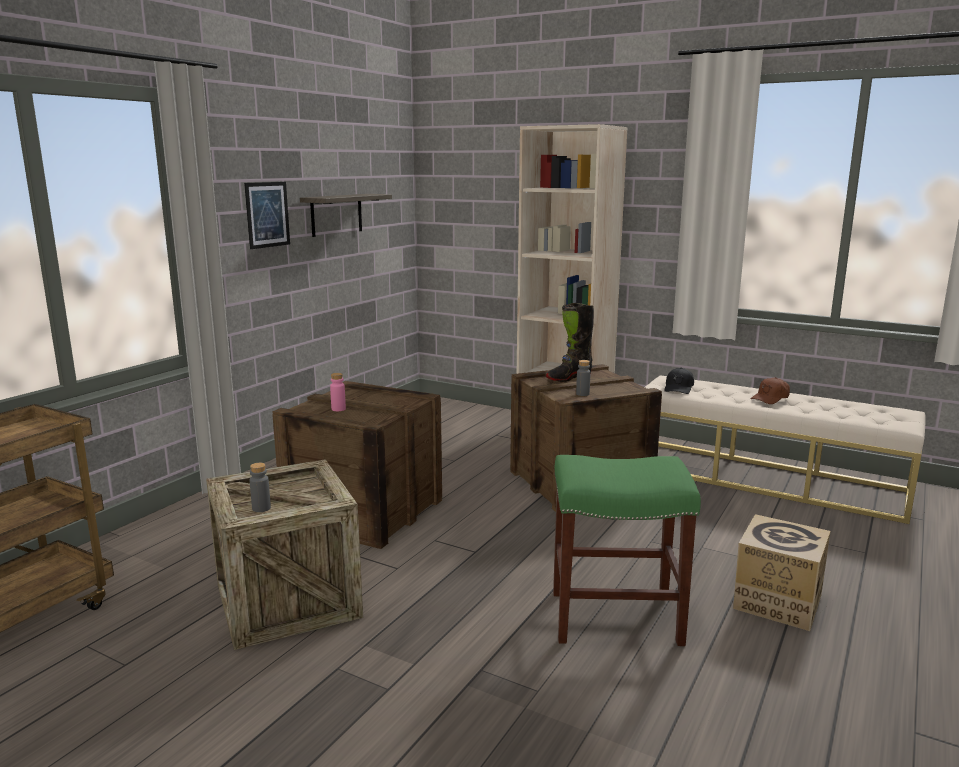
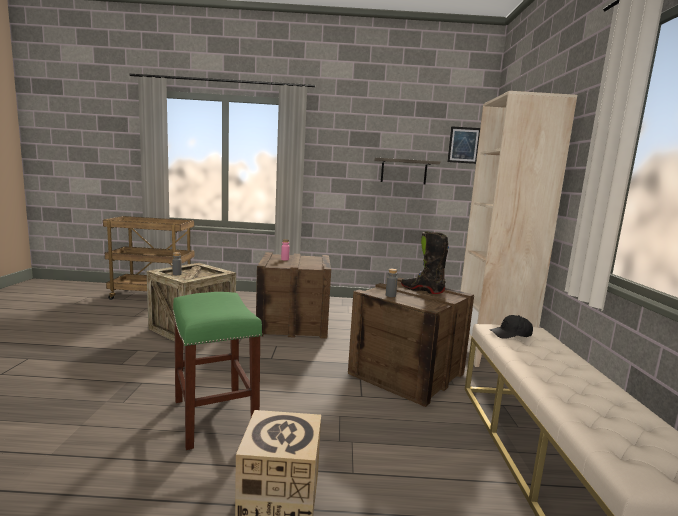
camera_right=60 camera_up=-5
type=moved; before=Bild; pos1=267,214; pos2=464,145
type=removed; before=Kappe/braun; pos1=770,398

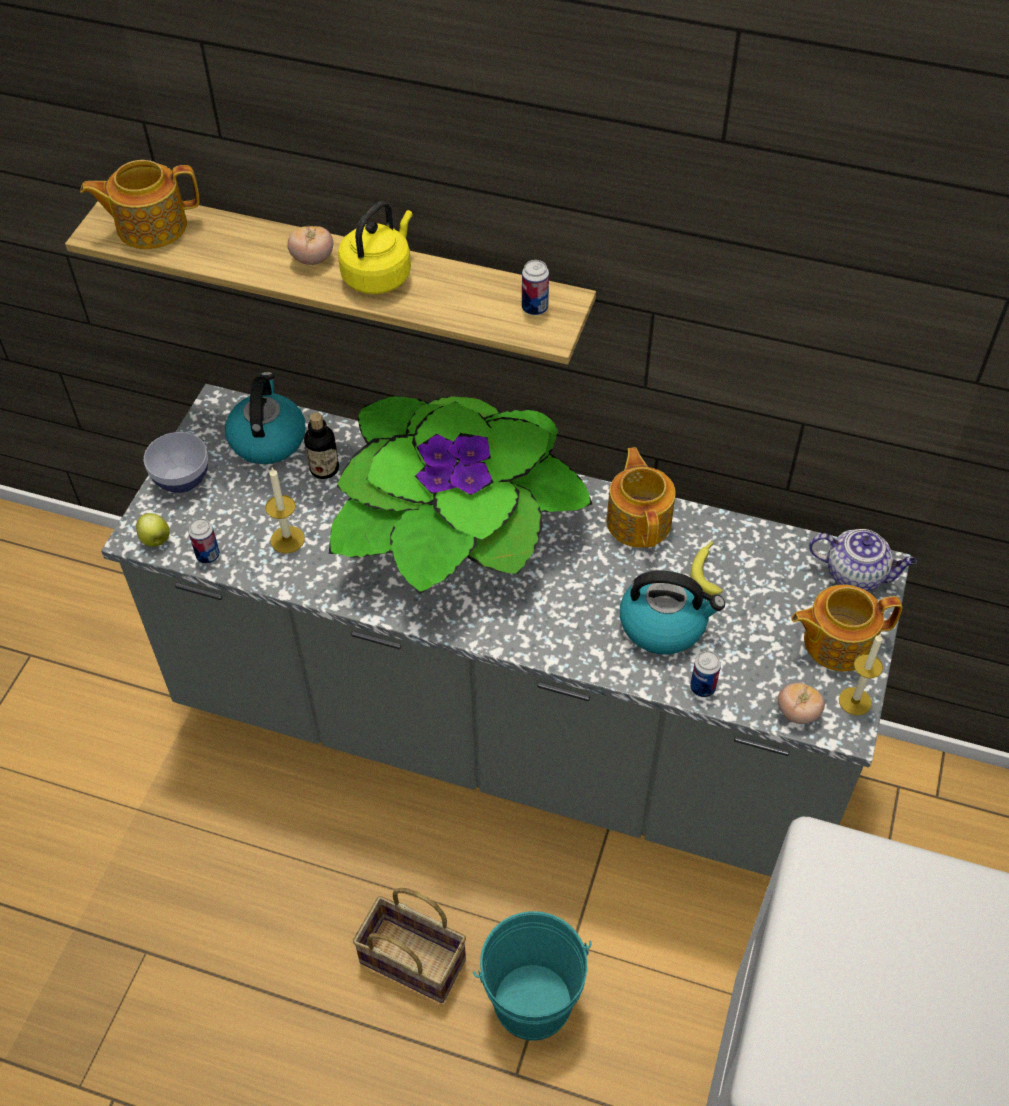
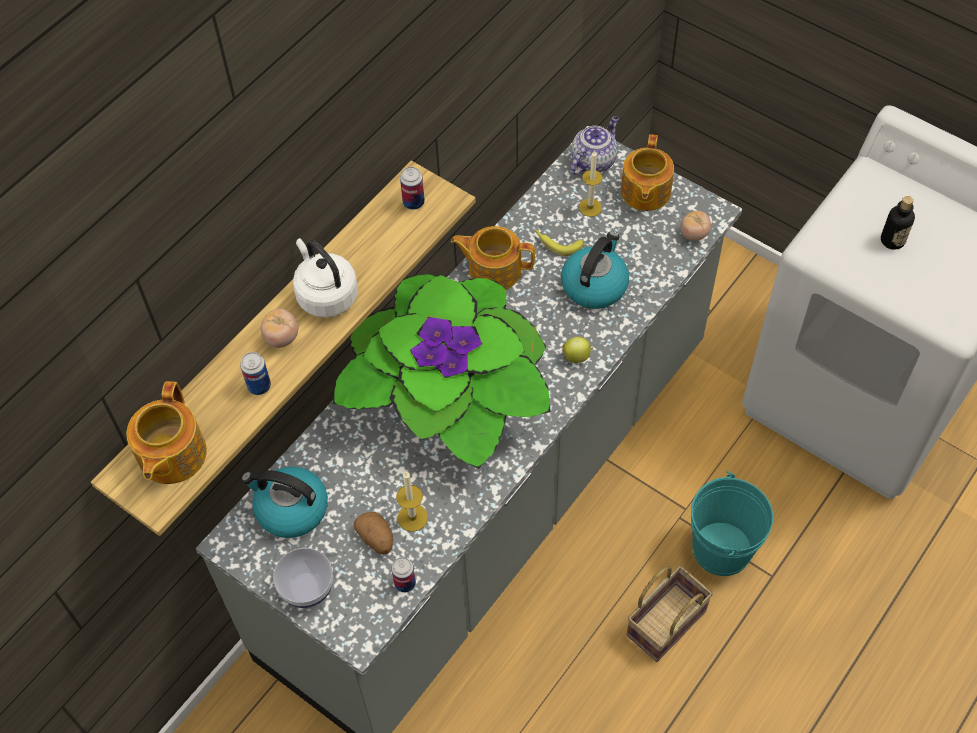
camera_right=-70 camera_up=5
type=moved; before=Apfel; pos1=156,540; pos2=577,356
type=moved; before=Flasche; pos1=324,469; pos2=892,240
type=recoloured; before=Wasserkessel/gelb; after=Wasserkessel/weiß; pos1=379,275; pos2=325,294
type=moved; before=Dose; pos1=702,687; pos2=259,386
type=moved; before=Kerze; pos1=855,701; pos2=590,207
type=added; after=Kartoffel; pos2=376,539

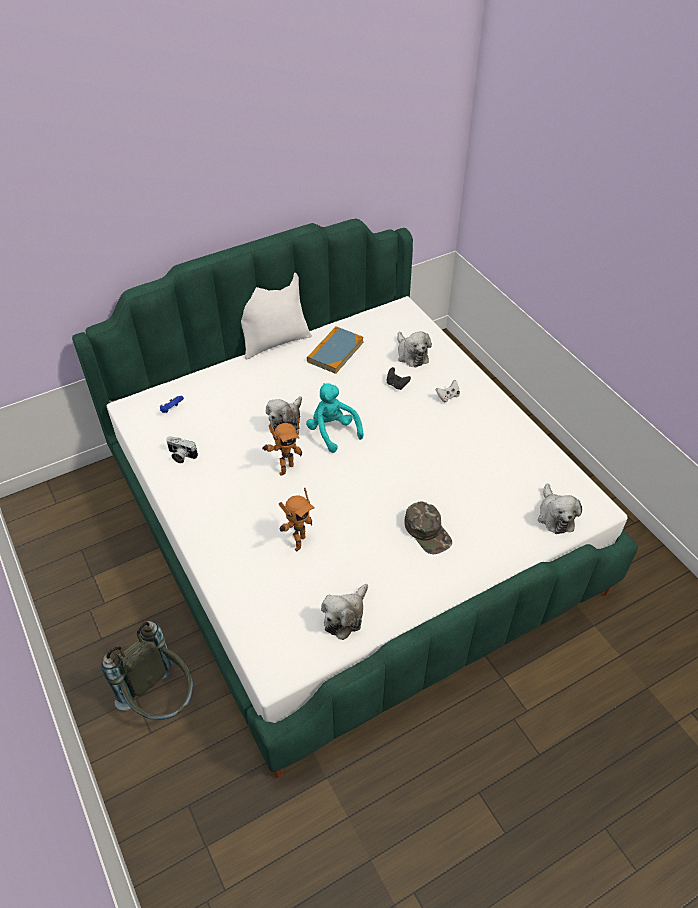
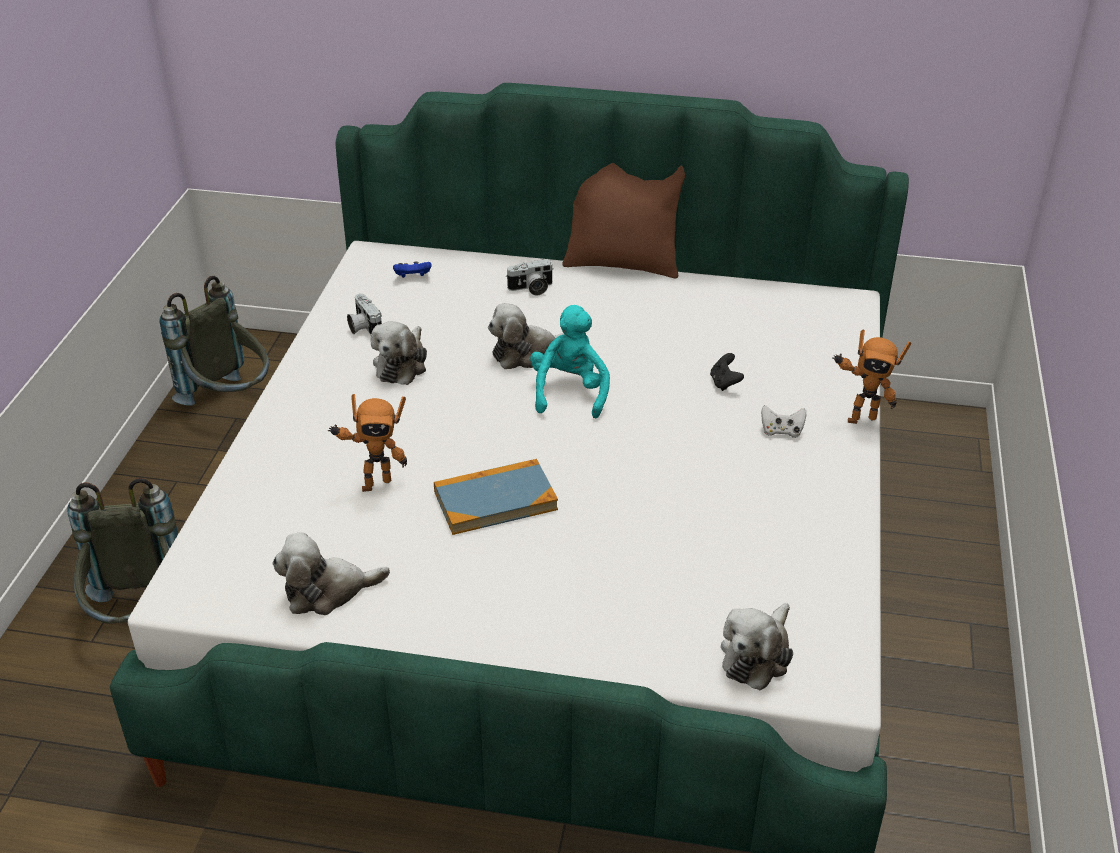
camera_right=40 camera_up=-10
type=recoloured; before=Kissen/weiß; after=Kissen/braun; pos1=274,342; pos2=622,264
type=moved; before=Spielzeugroboter; pos1=284,468; pos2=860,417
type=moved; before=Buch; pos1=335,352; pos2=495,500
type=moved; before=Plüschtier; pos1=411,354; pos2=402,364
type=removed; before=Kappe/grün; pos1=428,531
type=added; after=Rucksack/grau; pos2=230,401
type=added; after=Kamera; pos2=531,289

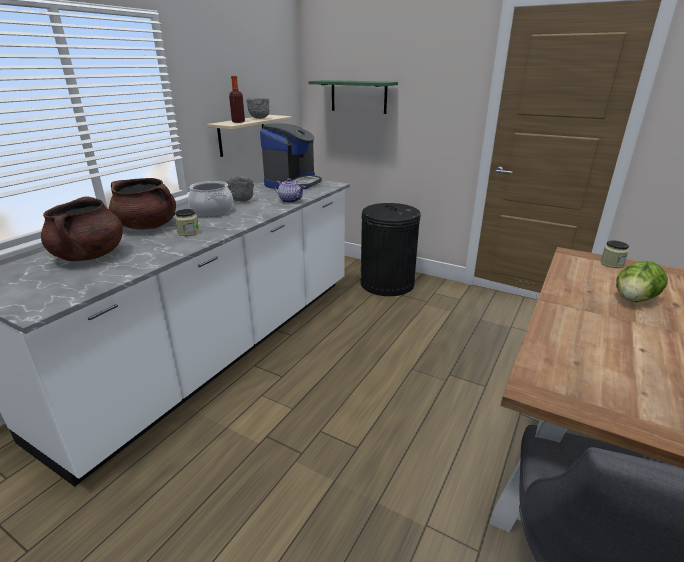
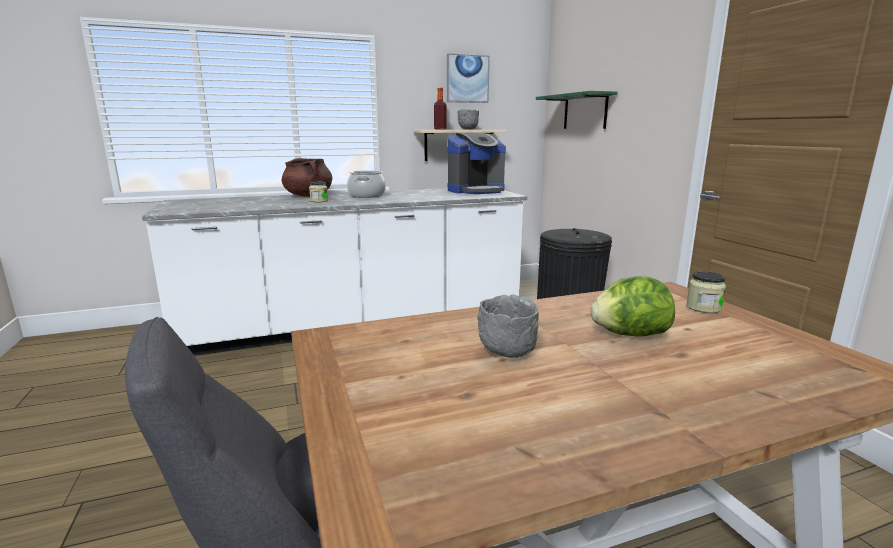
camera_right=40 camera_up=-10
type=removed; before=Kochtopf/braun; pos1=89,256
type=moved; before=Schüssel/grau; pos1=241,201; pos2=507,353
type=removed; before=Teekanne; pos1=290,200
type=added; after=Bild; pos2=467,79

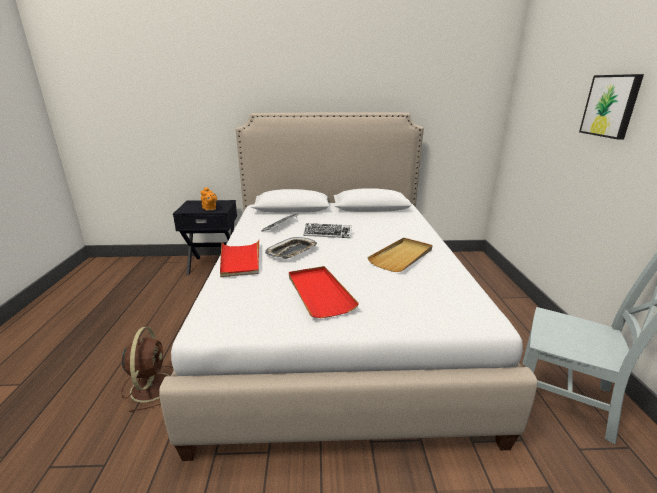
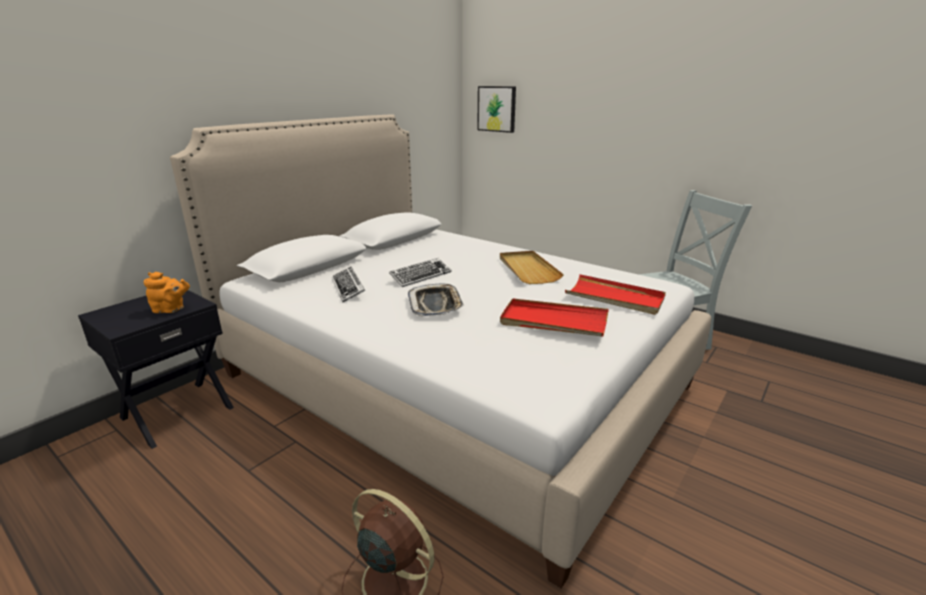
camera_right=-50 camera_up=0
type=moved; before=Tablett/rot; pos1=240,260; pos2=615,298
type=moved; before=Bild; pos1=611,106; pos2=497,109

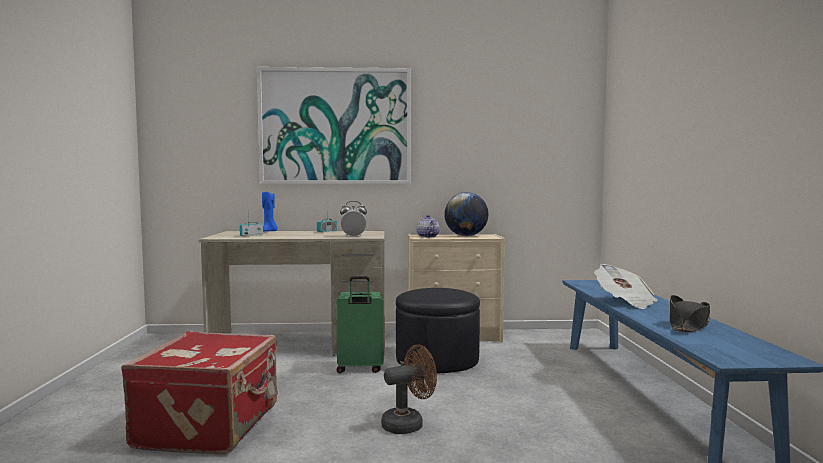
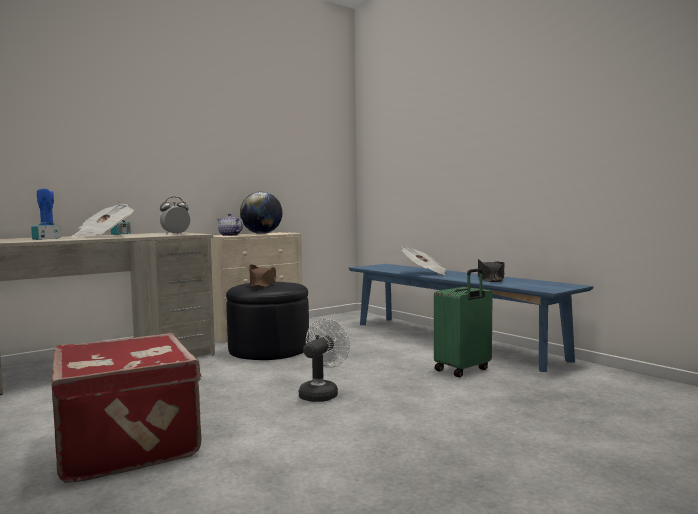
camera_right=-35 camera_up=0
type=removed; before=Bild; pos1=335,127
type=moved; before=Koffer/grün; pos1=360,369; pos2=463,370
type=recoloured; before=Ventilator/braun; after=Ventilator/weiß; pos1=408,424; pos2=321,393
type=added; after=Zeitung; pos2=103,236
type=added; after=Hut/braun; pos2=262,284

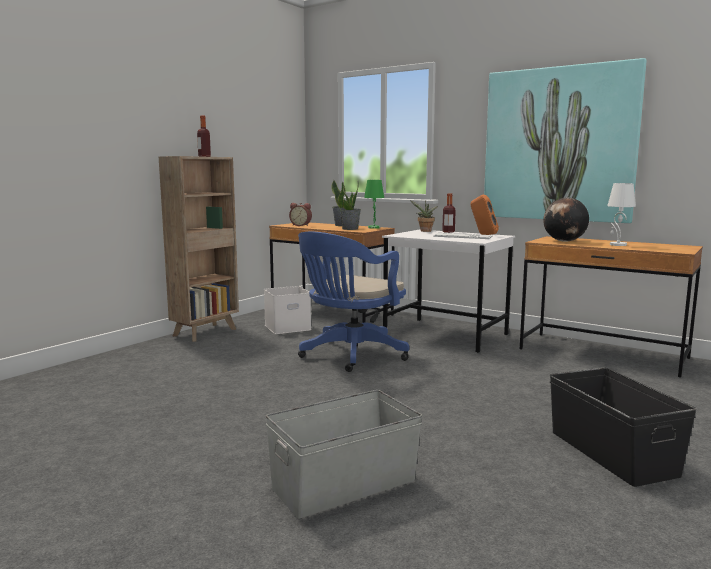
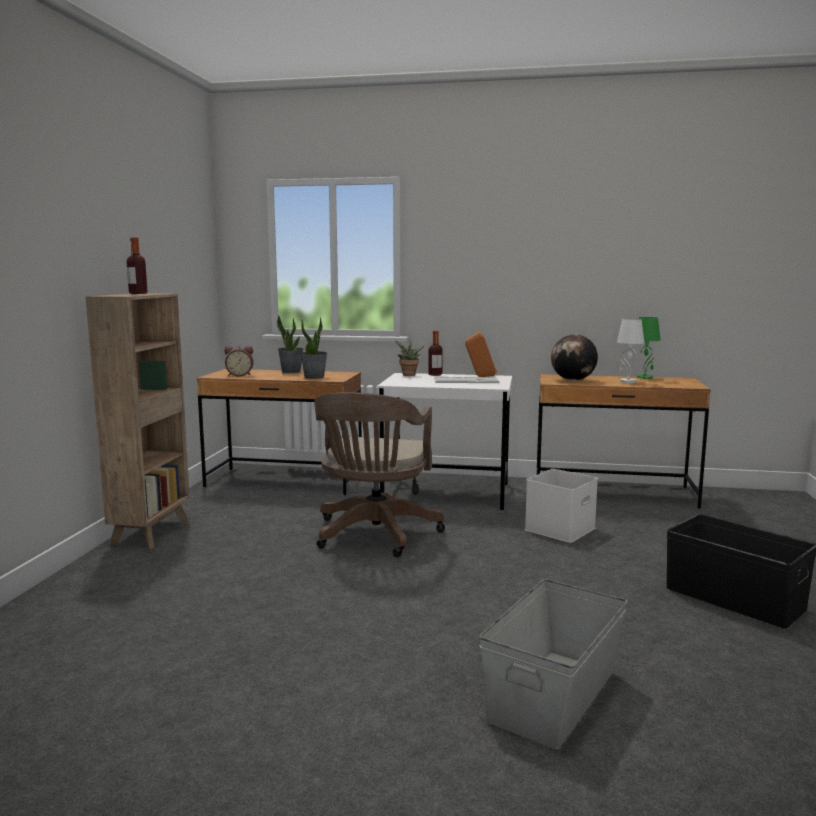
camera_right=-25 camera_up=0
type=moved; before=Aufbewahrungsbox/weiß; pos1=288,327; pos2=559,528
type=recoloured; before=Bürostuhl/blau; after=Bürostuhl/braun; pos1=350,355; pos2=374,535
type=moved; before=Tischlampe/grün; pos1=374,228; pos2=645,377
type=removed; before=Bild; pos1=559,145

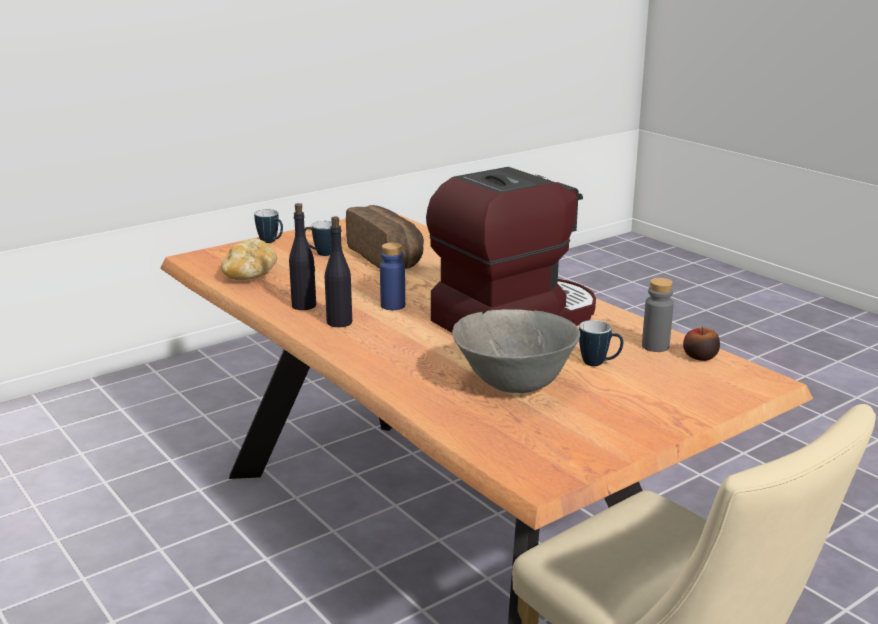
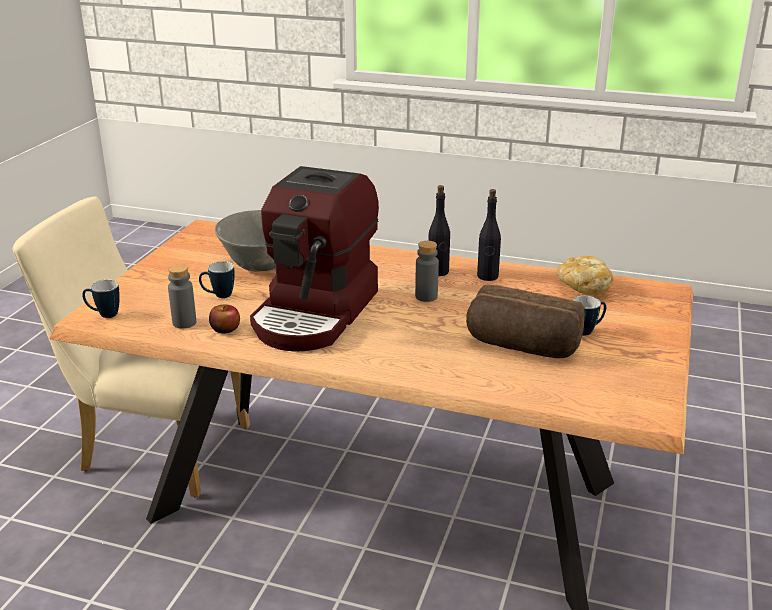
camera_right=145 camera_up=5
type=moved; before=Henkelbecher; pos1=271,242; pos2=104,315
type=recoloured; before=Flasche/blau; after=Flasche/grau; pos1=393,305; pos2=426,296
type=moved; before=Apfel; pos1=700,357; pos2=225,329

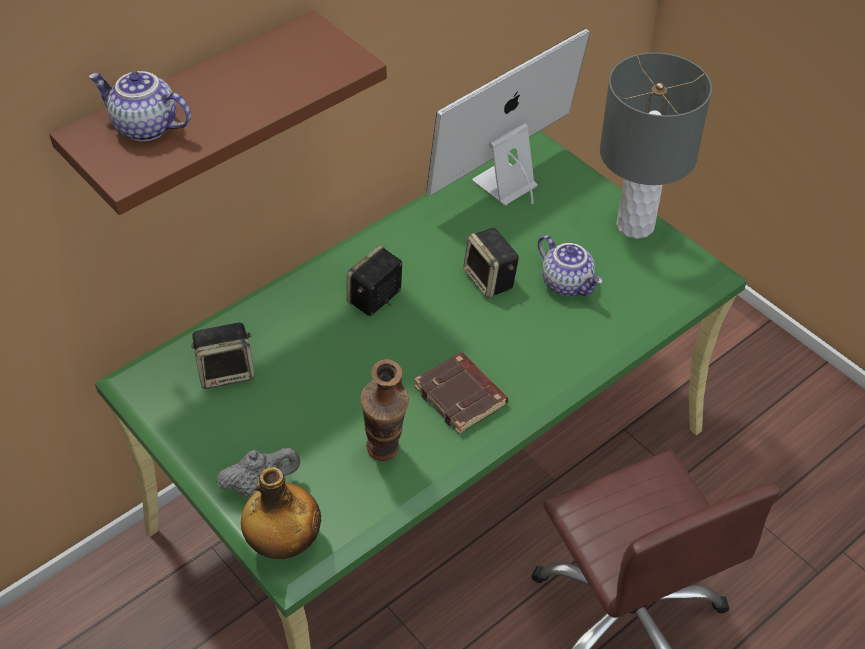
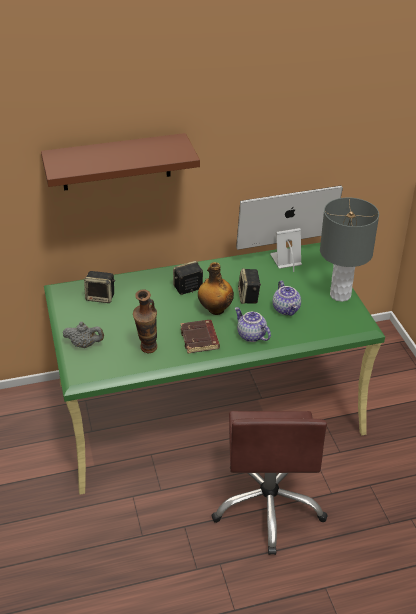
camera_right=25 camera_up=-10
type=moved; before=Teekanne; pos1=144,128; pos2=250,335
type=moved; before=Flasche; pos1=284,543; pos2=215,309

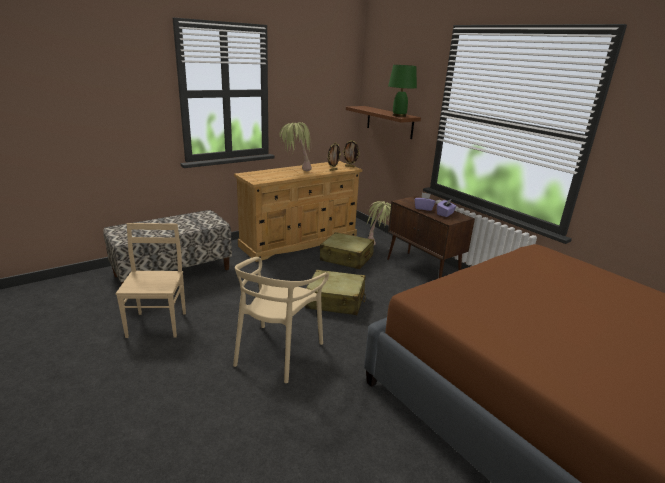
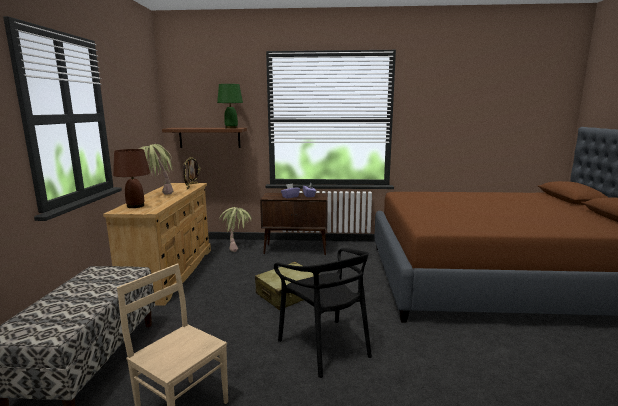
camera_right=-50 camera_up=-10
type=recoloured; before=Stuhl/beige; after=Stuhl/schwarz; pos1=277,352; pos2=325,346
type=removed; before=Koffer/beige; pos1=346,258
type=added; after=Tischlampe/braun; pos2=135,206

